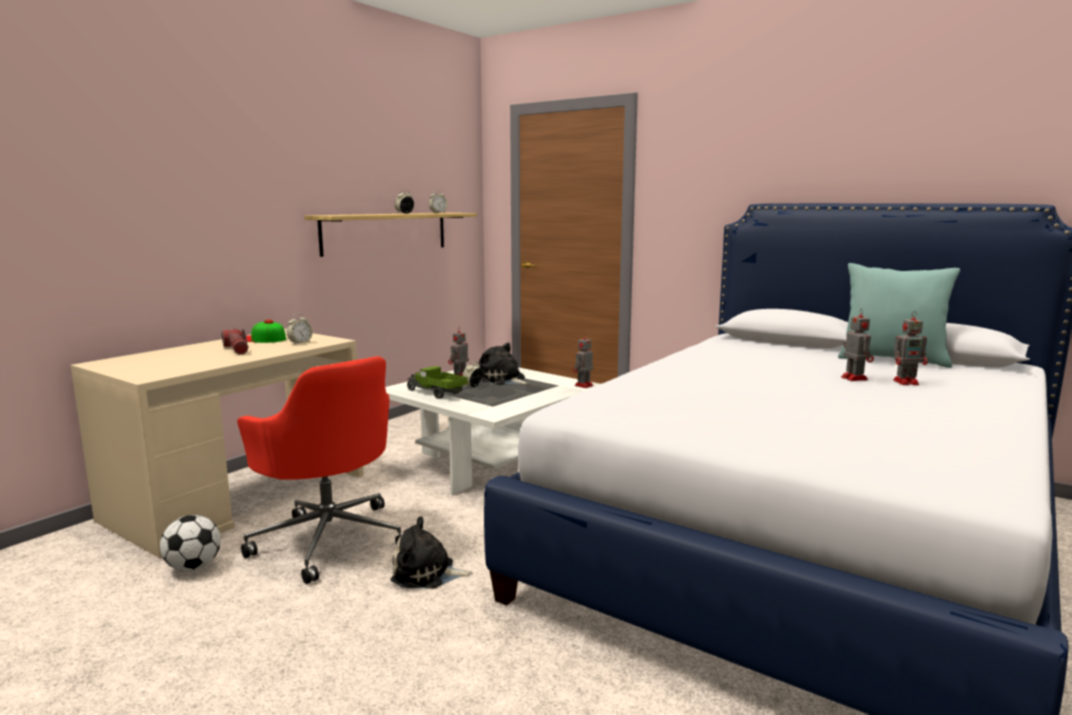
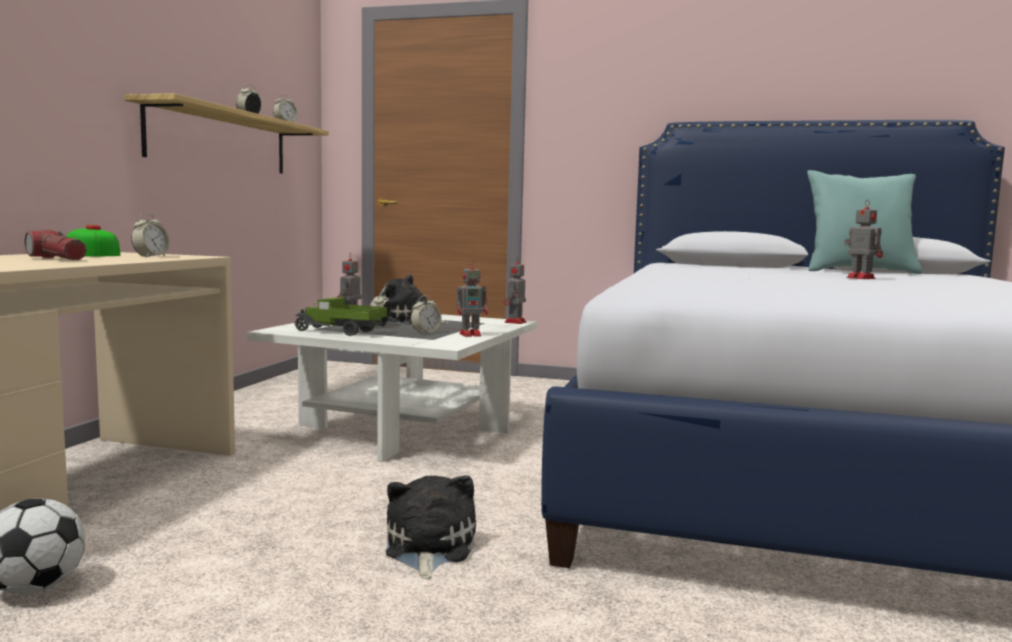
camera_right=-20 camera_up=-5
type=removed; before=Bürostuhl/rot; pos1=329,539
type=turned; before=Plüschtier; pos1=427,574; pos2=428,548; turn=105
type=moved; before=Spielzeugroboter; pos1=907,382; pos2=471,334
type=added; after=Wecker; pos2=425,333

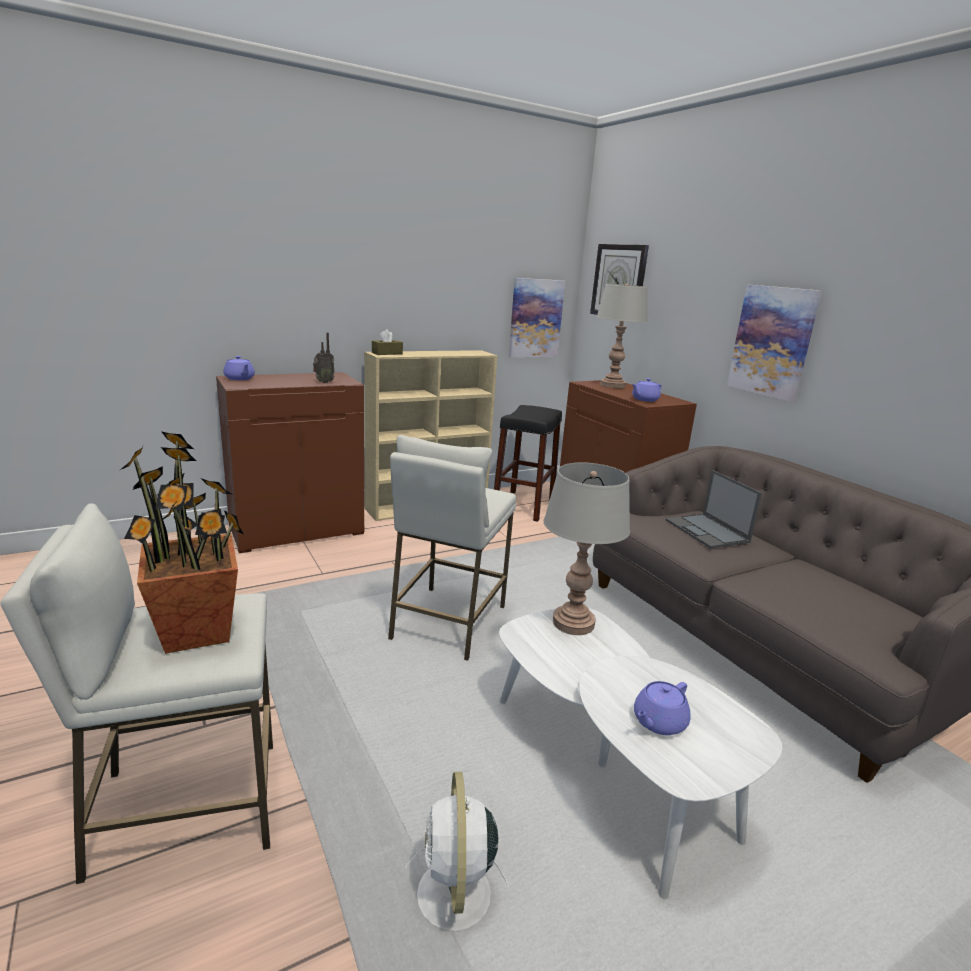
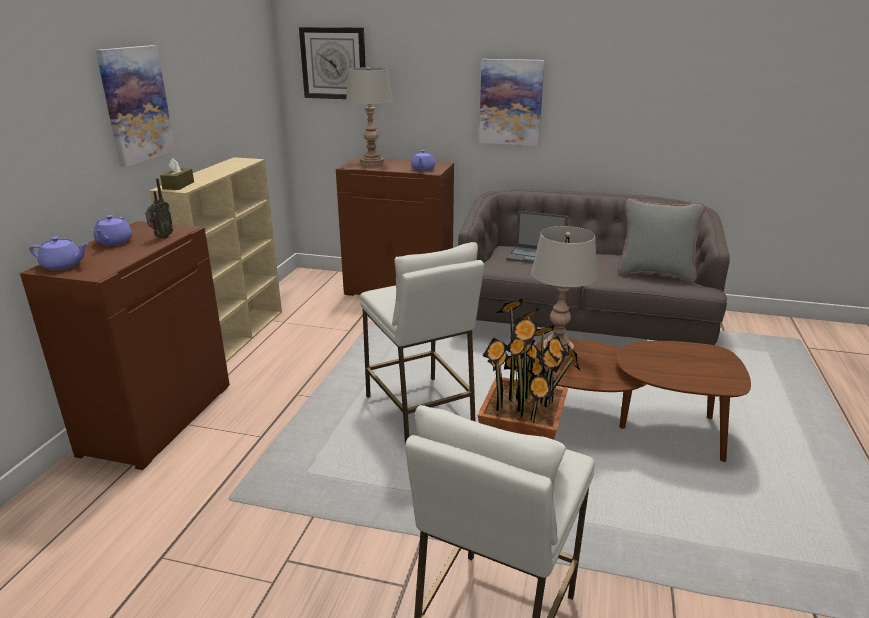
camera_right=-45 camera_up=5
type=removed; before=Ventilator/weiß; pos1=454,898
type=removed; before=Hocker/schwarz; pos1=524,505
type=recoloured; before=Couchtisch/weiß; after=Couchtisch/braun; pos1=607,767; pos2=625,427
type=moved; before=Bild; pos1=535,318; pos2=136,104
type=moved; before=Teekanne/lila; pos1=658,722; pos2=114,242
type=added; after=Kissen/grau; pos2=654,273

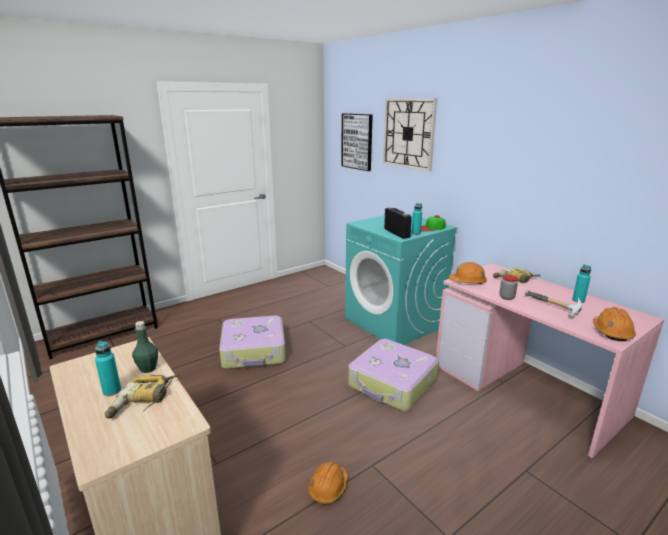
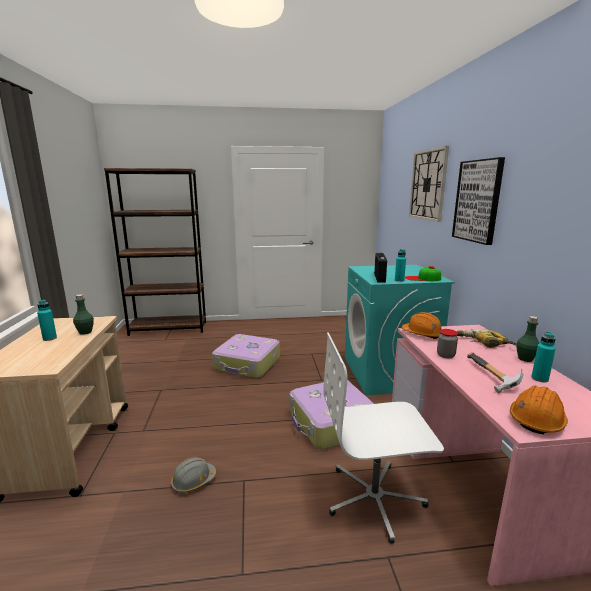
camera_right=30 camera_up=-5
type=removed; before=Bohrmaschine; pos1=144,401
type=recoloured; before=Schutzhelm/orange; after=Schutzhelm/grau; pos1=328,487; pos2=193,481
type=moved; before=Bild; pos1=357,141; pos2=478,201
type=added; after=Bürostuhl/weiß; pos2=375,498
type=added; after=Flasche/grün; pos2=525,359

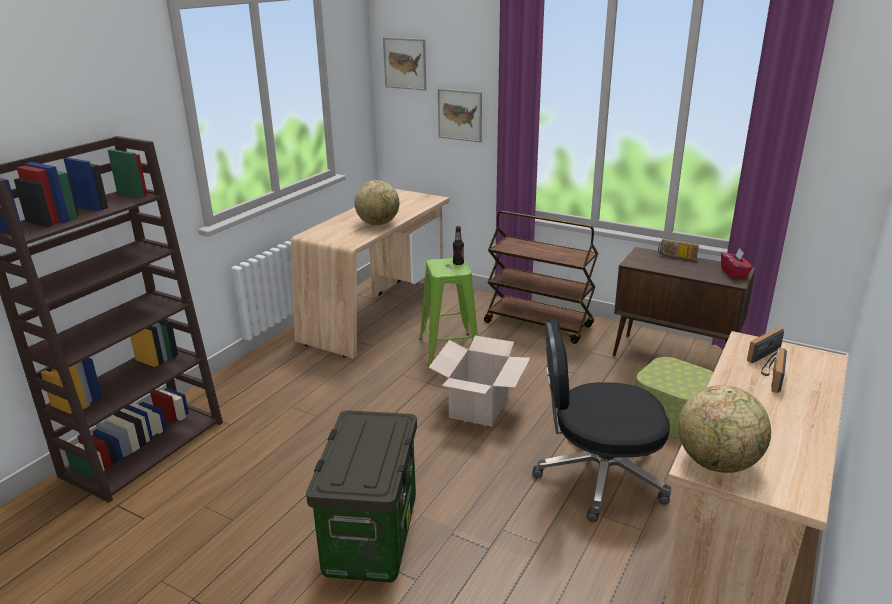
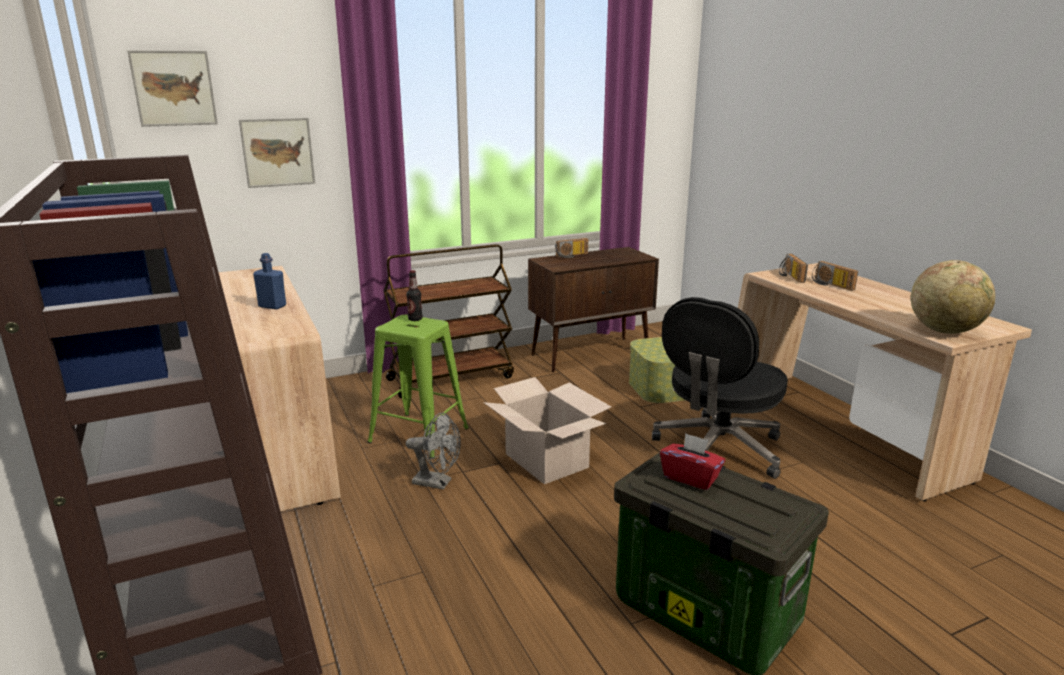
camera_right=-55 camera_up=-5
type=replaced; before=Globus; after=Flasche/blau; pos1=378,223; pos2=272,306
type=moved; before=Taschentuchbox/rot; pos1=734,273; pos2=690,477
type=added; after=Ventilator/grau; pos2=437,483

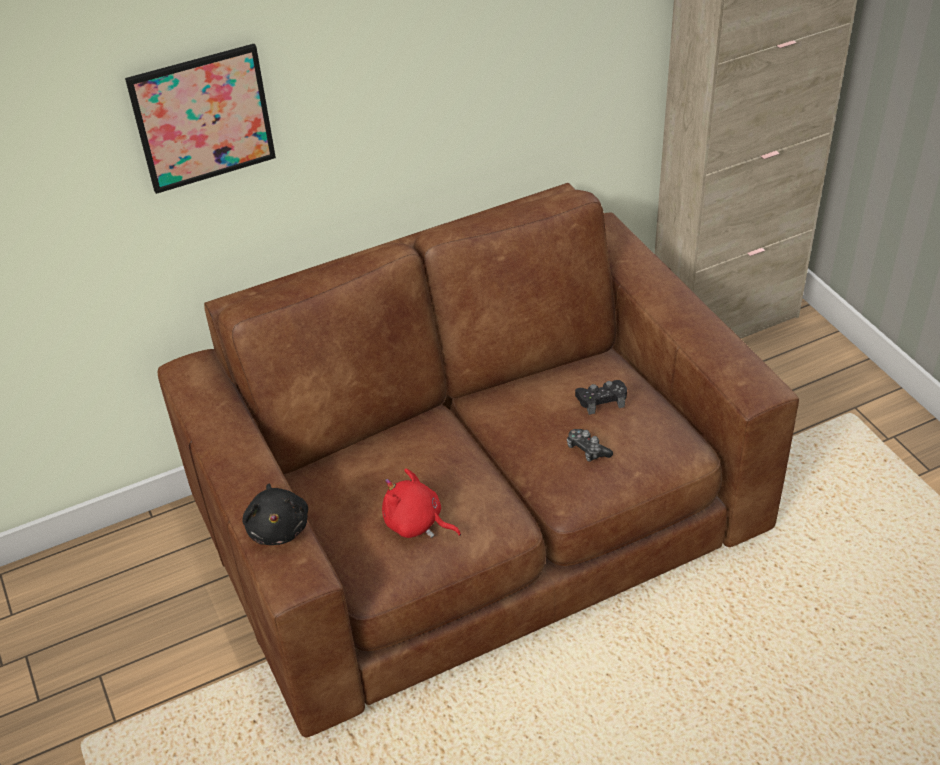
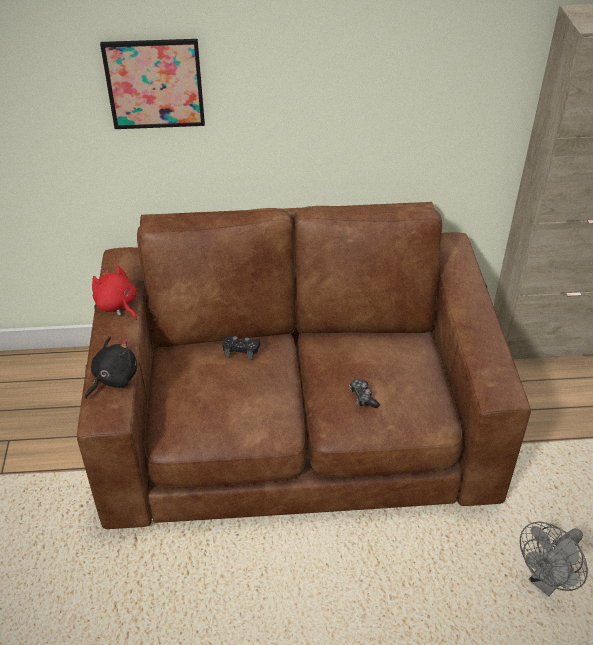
camera_right=20 camera_up=0
type=turned; before=Plüschtier/schwarz; pos1=278,527; pos2=113,378; turn=-150
type=moved; before=Plüschtier/rot; pos1=416,524; pos2=117,305
type=moved; before=Gamepad/schwarz; pos1=601,400; pos2=241,349
type=added; after=Ventilator/grau; pos2=546,581

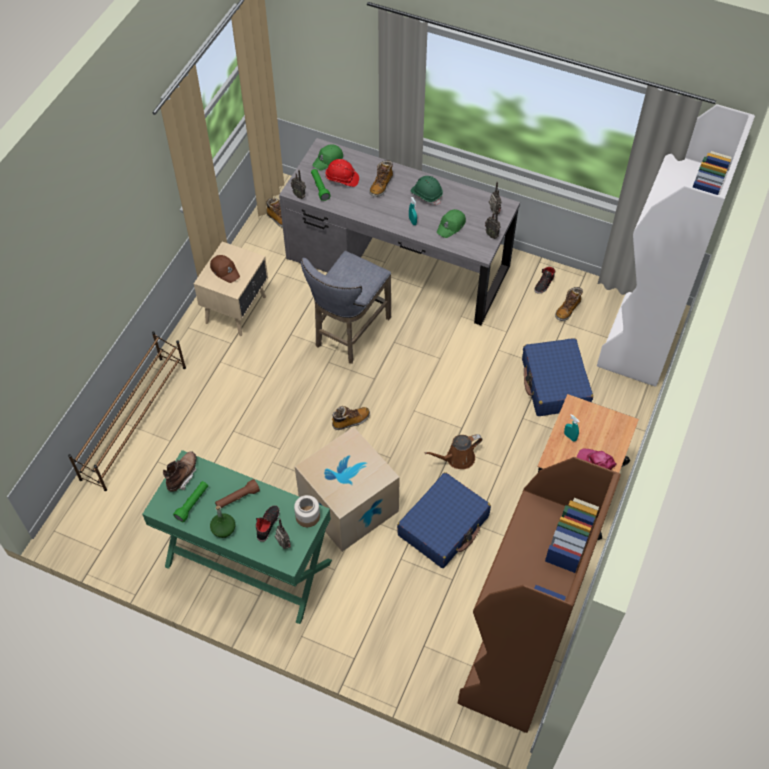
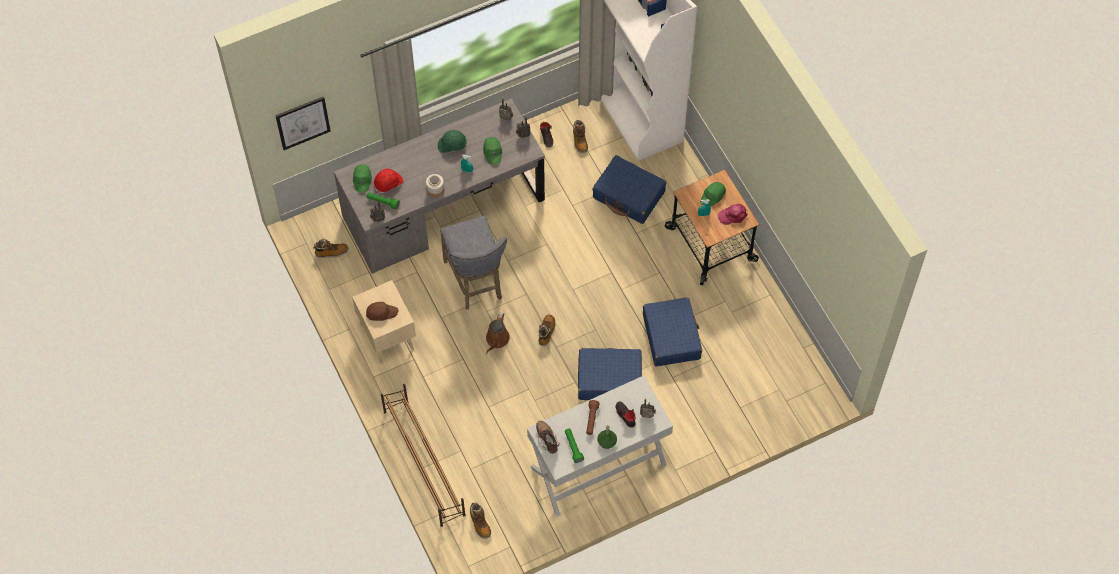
camera_right=-50 camera_up=5
type=recoloured; before=Konsolentisch/grün; after=Konsolentisch/weiß; pos1=248,564; pos2=598,466
type=moved; before=Vorratsglas; pos1=307,517; pos2=435,190
type=replaced; before=Karton; after=Koffer/blau; pos1=348,506; pos2=609,379
type=moved; before=Stiefel; pos1=381,185; pos2=480,524
type=moved; before=Gießkanne/braun; pos1=457,458; pos2=497,340
type=removed; before=Bücherregal/braun; pos1=513,664
type=added; after=Bild; pos2=302,122
type=added; after=Kappe/grün; pos2=713,196

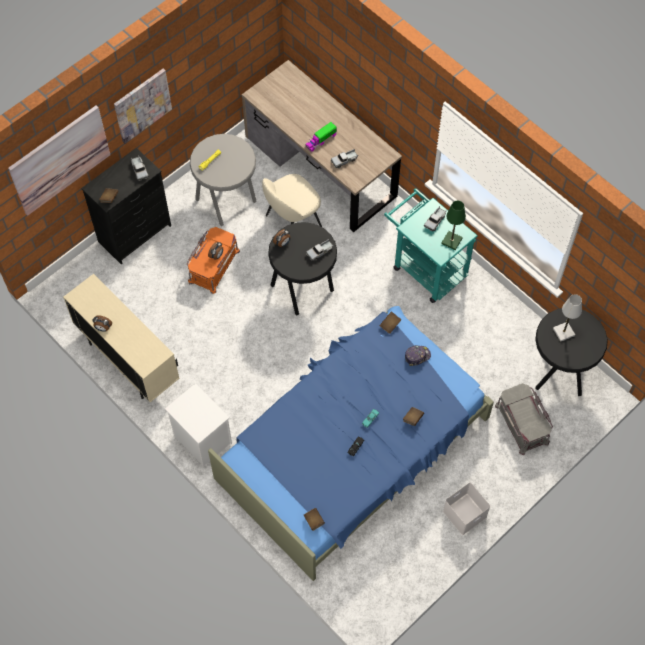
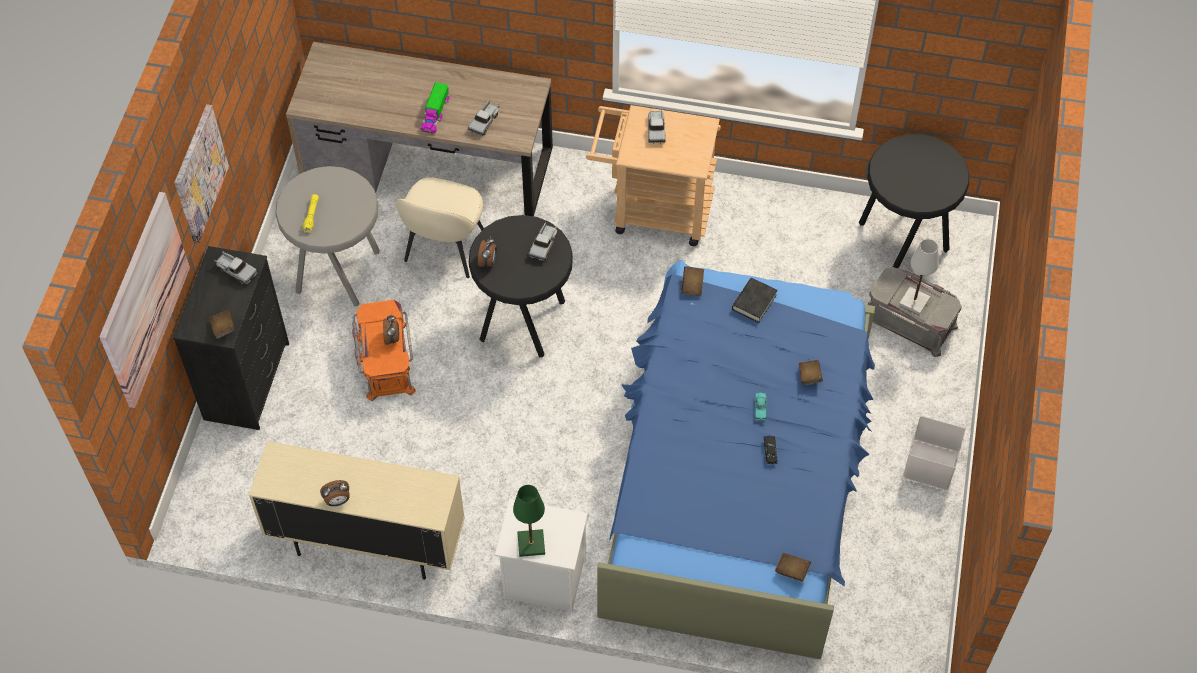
camera_right=-35 camera_up=-5
type=recoloured; before=Rollwagen/türkis; after=Rollwagen/beige; pos1=425,267; pos2=653,210
type=replaced; before=Kappe; after=Buch/schwarz; pos1=417,356; pos2=754,302
type=moved; before=Tischlampe/grün; pos1=451,241; pos2=531,544
type=moved; before=Tischlampe/weiß; pos1=563,332; pos2=914,302

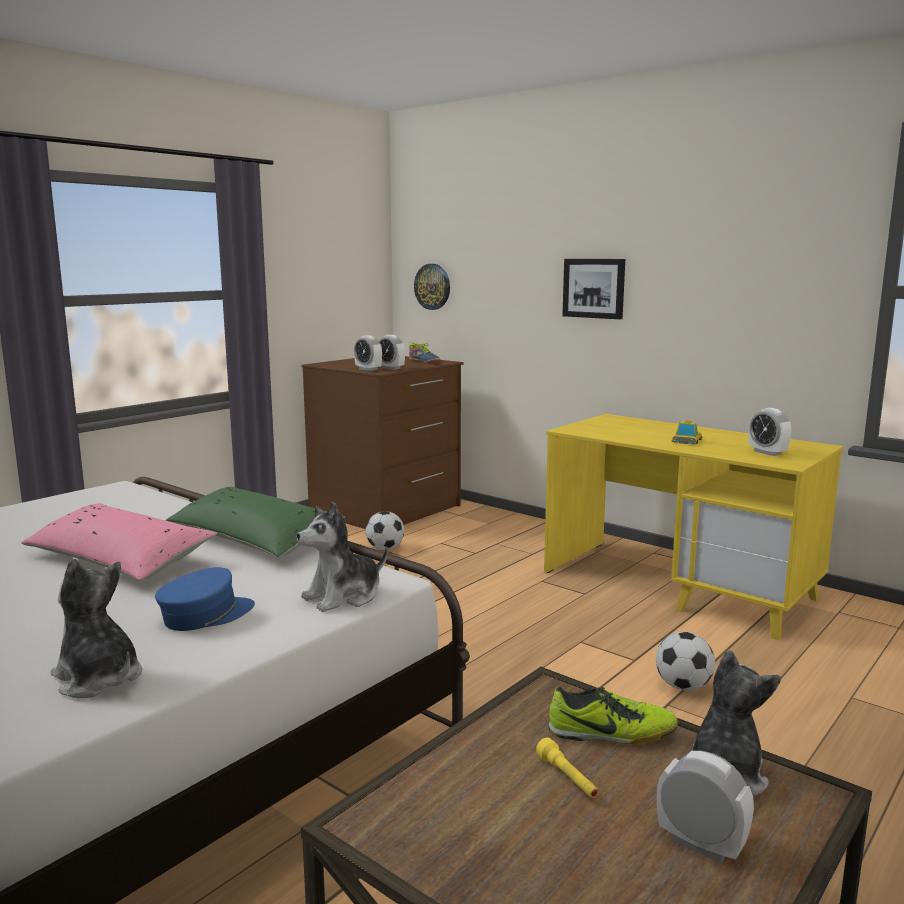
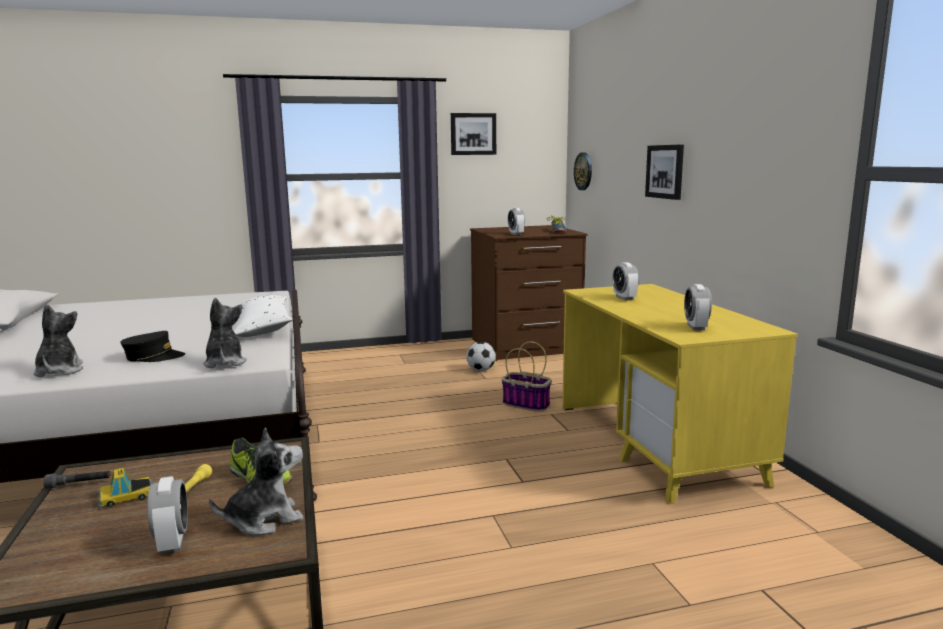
camera_right=35 camera_up=0
type=removed; before=Kissen/rosa; pos1=119,560
type=recoloured; before=Kappe/blau; after=Kappe/schwarz; pos1=206,615; pos2=153,357
type=recoloured; before=Kissen/grün; after=Kissen/weiß; pos1=254,539; pos2=262,327
type=turned; before=Plüschtier; pos1=343,596; pos2=224,363; turn=75
type=moved; before=Wecker; pos1=368,369; pos2=624,298
type=removed; before=Fußball; pos1=683,686
type=moved; before=Spielzeugauto; pos1=687,440; pos2=126,496
type=added; after=Taschenlampe/grau; pos2=79,484
type=added; after=Bild; pos2=473,134
type=added; after=Korb; pos2=527,404

